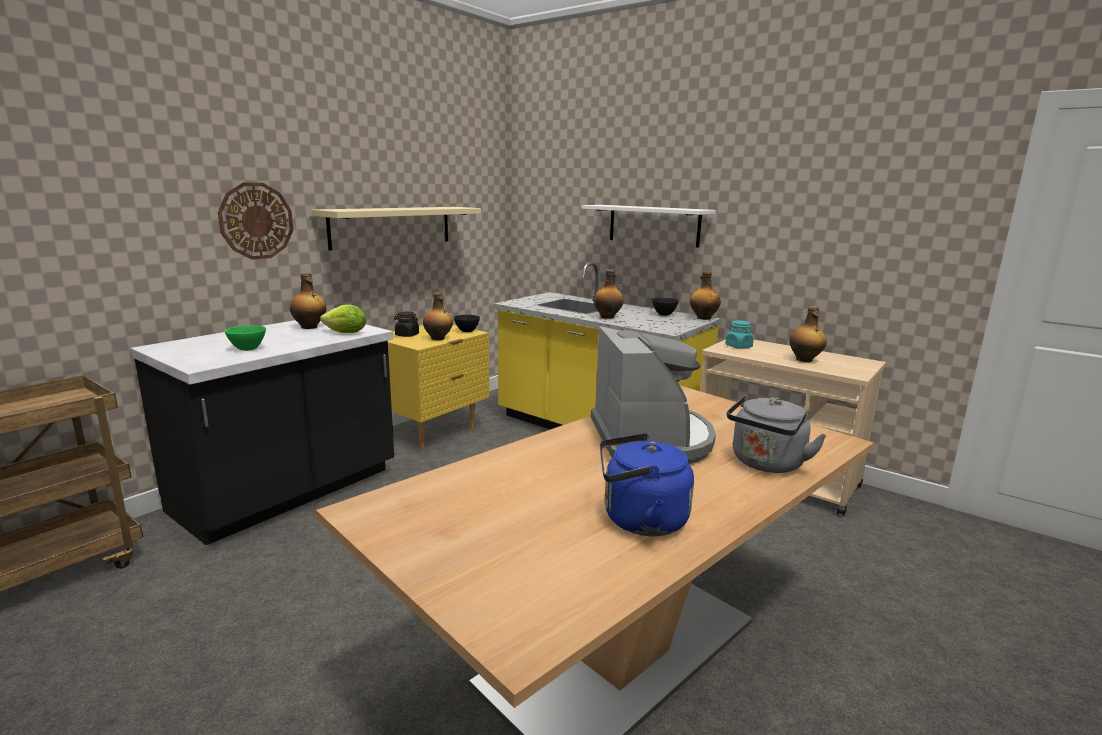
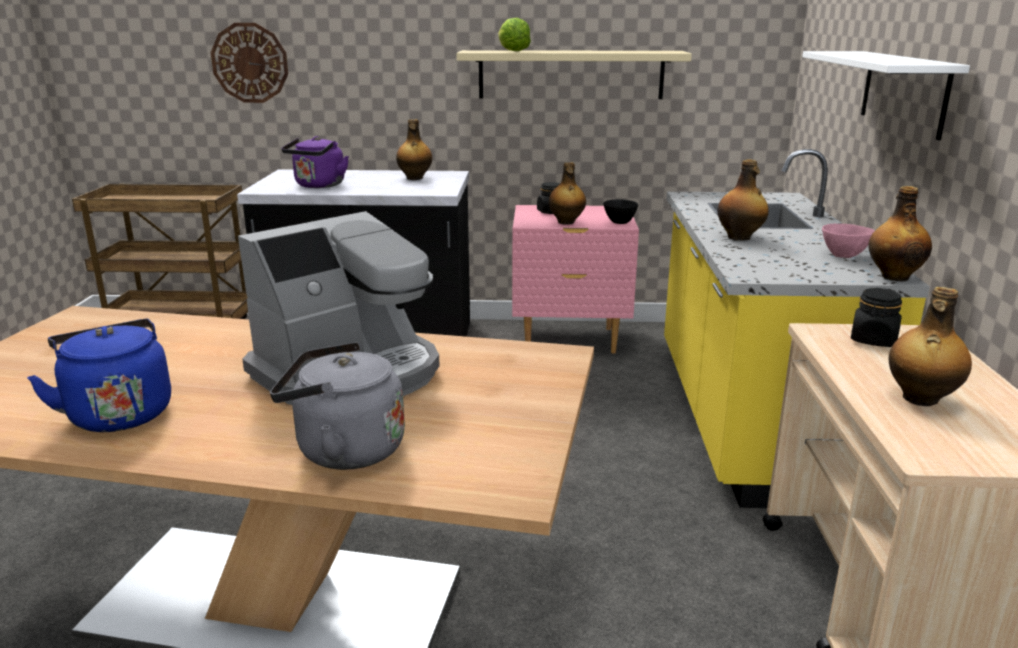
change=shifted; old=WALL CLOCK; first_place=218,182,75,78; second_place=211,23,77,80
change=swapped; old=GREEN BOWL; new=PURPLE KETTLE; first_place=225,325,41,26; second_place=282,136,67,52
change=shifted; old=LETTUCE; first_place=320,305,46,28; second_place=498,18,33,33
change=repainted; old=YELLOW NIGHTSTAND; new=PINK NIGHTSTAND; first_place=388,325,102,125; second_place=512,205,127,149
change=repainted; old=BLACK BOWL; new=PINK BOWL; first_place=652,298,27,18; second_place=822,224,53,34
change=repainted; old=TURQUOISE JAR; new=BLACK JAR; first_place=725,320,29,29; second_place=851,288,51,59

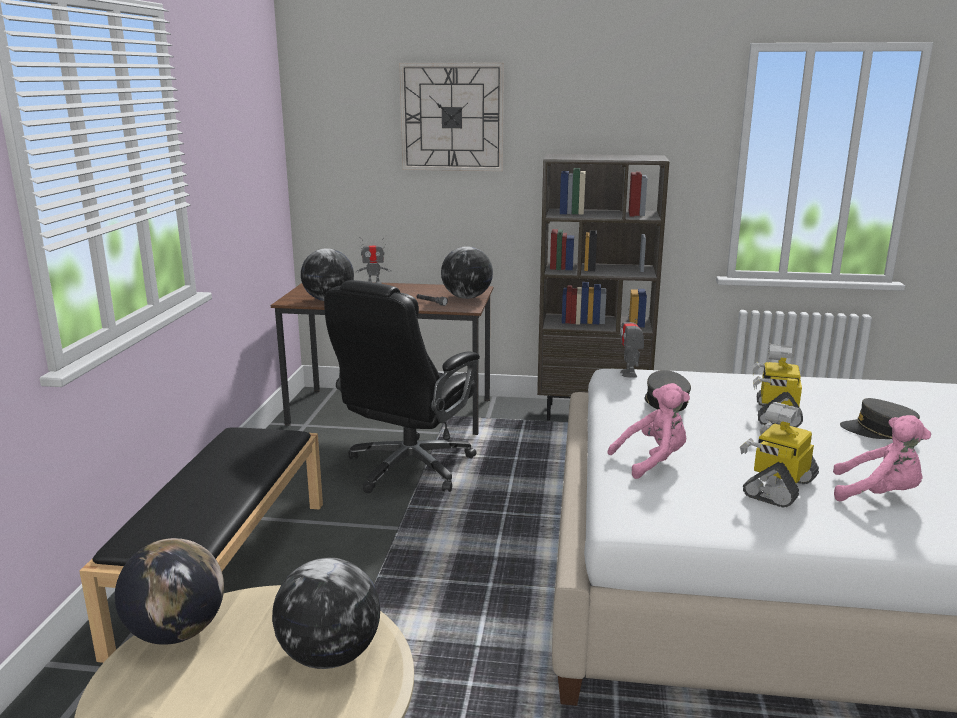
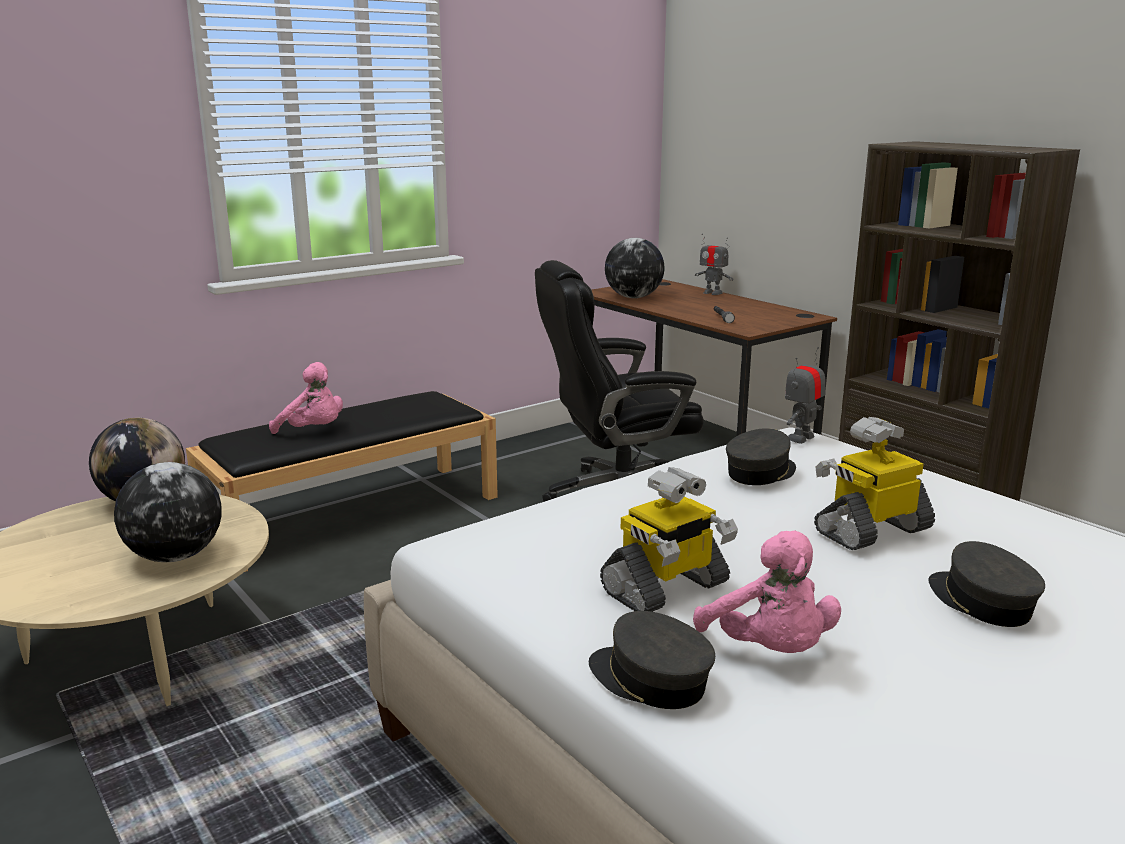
change=shifted; old=PINK PLUSH TOY; first_place=608,383,82,96; second_place=269,362,74,72
change=new; new=GREY CAP; second_place=589,611,126,98
change=rotated; old=TOY ROBOT; first_place=740,402,79,105; second_place=600,467,138,145; degrees=150
change=gone; old=WALL CLOCK; first_place=399,63,105,108
change=gone; old=GLOBE; first_place=441,246,52,53

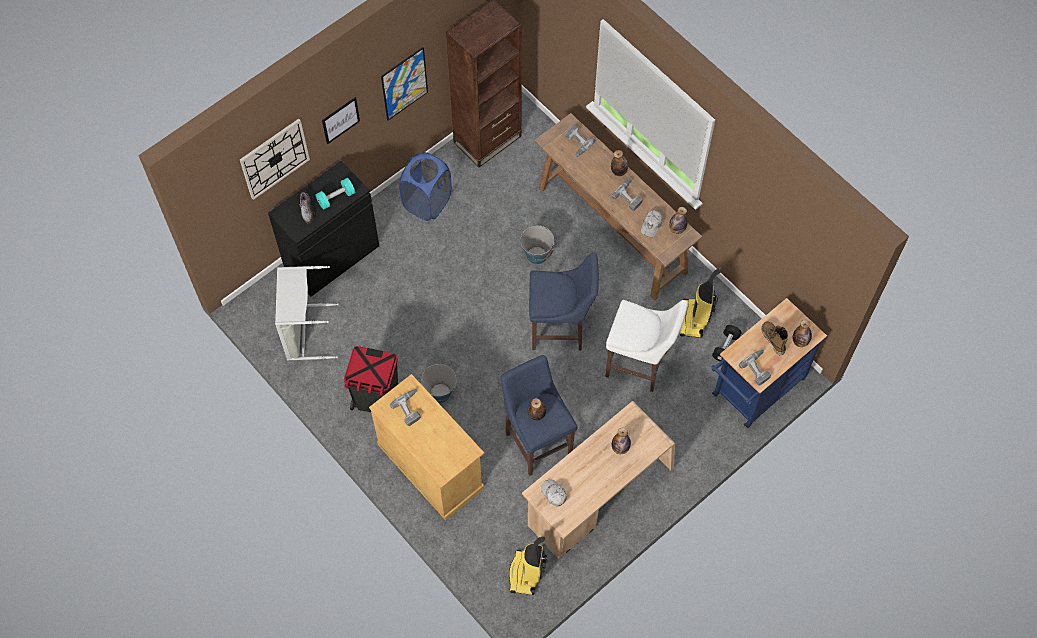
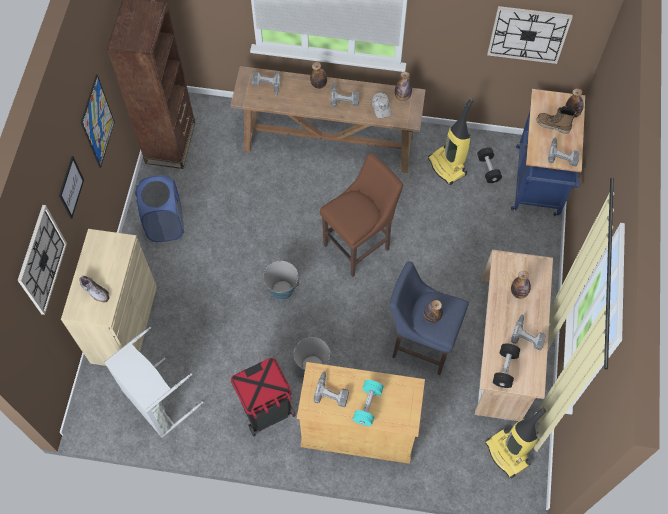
change=repainted; old=BLACK CABINET; new=BEIGE CABINET; first_place=268,161,111,136; second_place=61,229,96,137
change=shifted; old=BUCKET; first_place=520,226,34,39; second_place=263,260,36,40
change=repainted; old=BLUE STOOL; new=BROWN STOOL; first_place=529,253,70,97; second_place=320,153,83,124
change=shifted; old=TURQUOISE DUMBBELL; first_place=315,178,40,32; second_place=353,380,31,46
change=new; new=WALL CLOCK; second_place=487,6,86,58
change=swapped; old=WHITE CAP; new=BLACK DUMBBELL; first_place=541,479,26,28; second_place=493,343,27,45
change=new; new=POWER DRILL; second_place=511,315,35,35
change=gone; old=WHITE STOOL; first_place=605,300,83,92

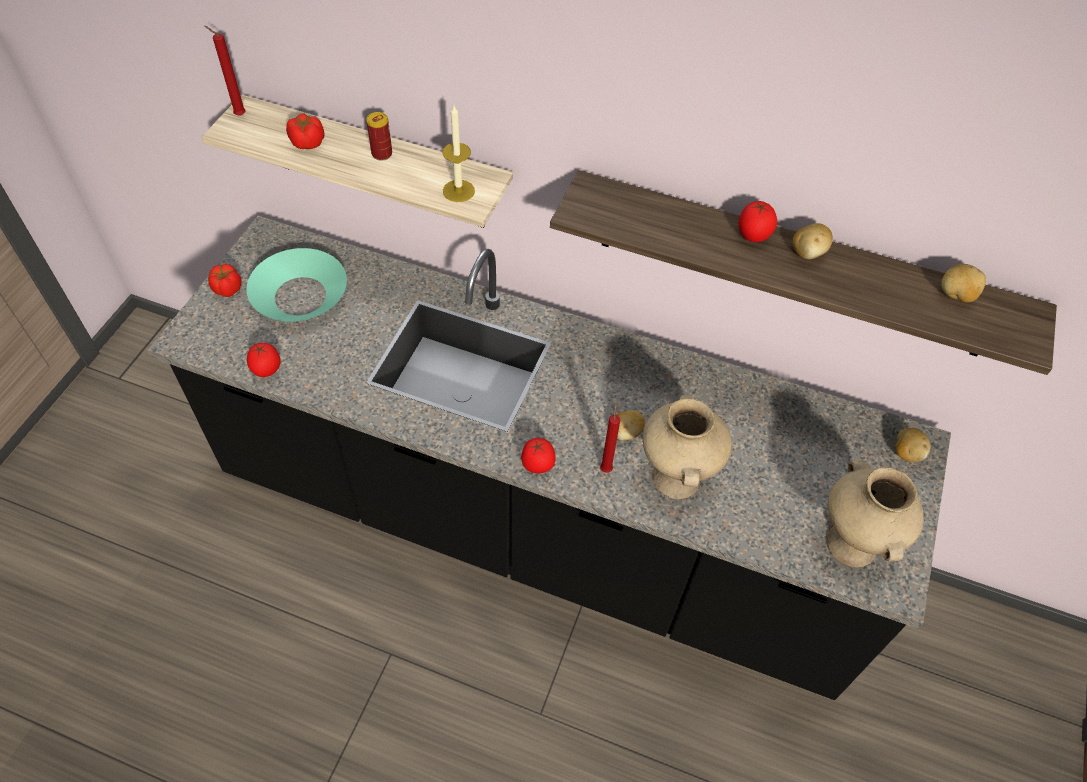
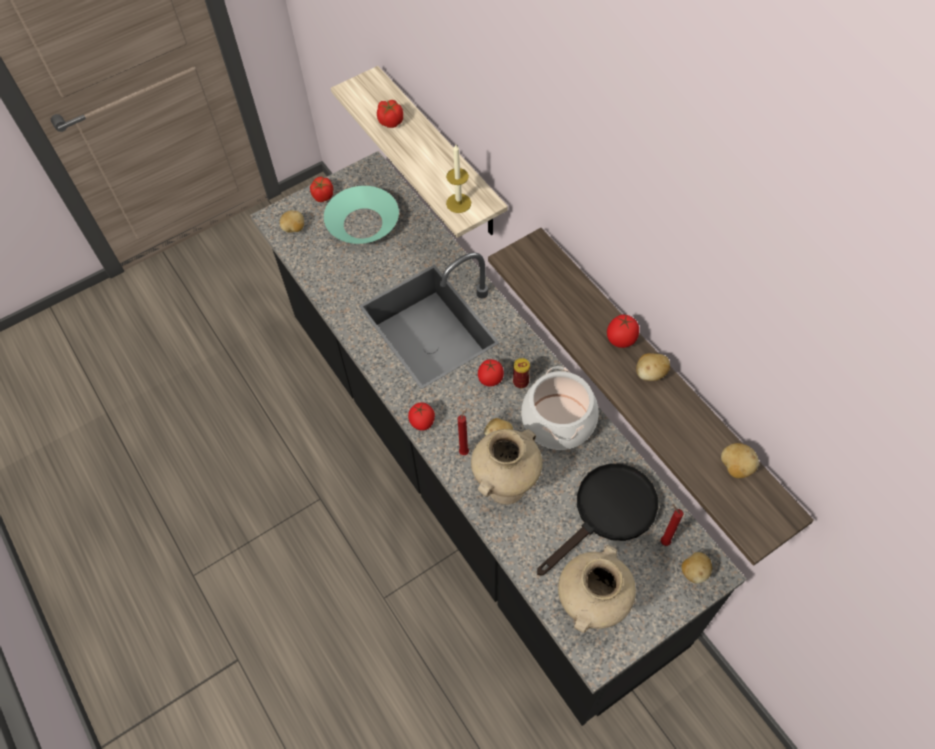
change=new; new=POTATO; second_place=280,210,24,23
change=shifted; old=TOMATO; first_place=247,343,34,34; second_place=478,359,26,28
change=shifted; old=CAN; first_place=366,112,26,49; second_place=513,358,17,30
change=new; new=COOKING POT; second_place=521,366,77,84
change=new; new=BLACK FRYING PAN; second_place=537,463,121,113
change=shifted; old=RED CANDLE; first_place=204,26,42,90; second_place=661,503,23,43

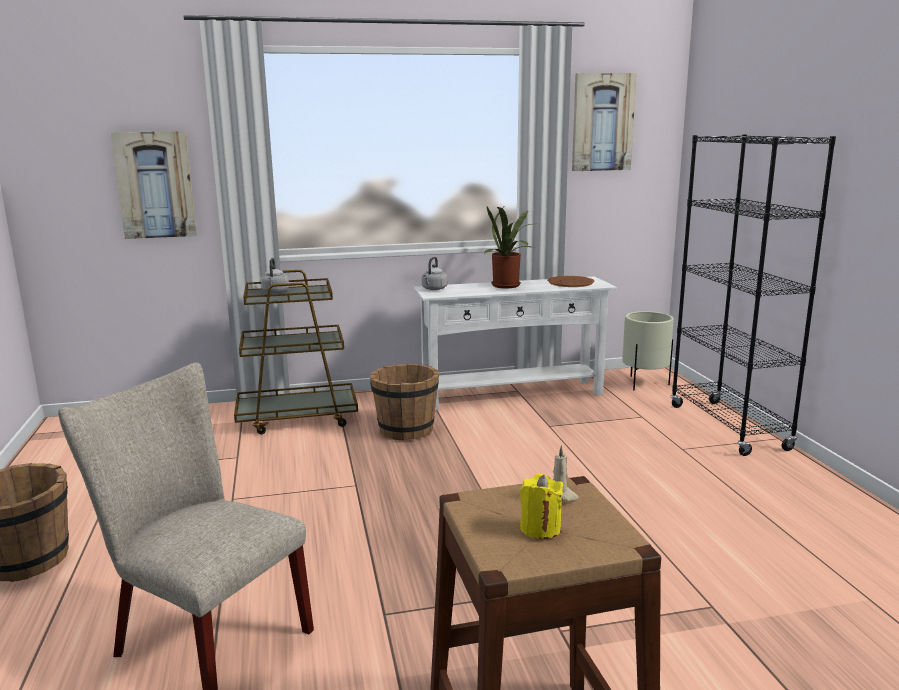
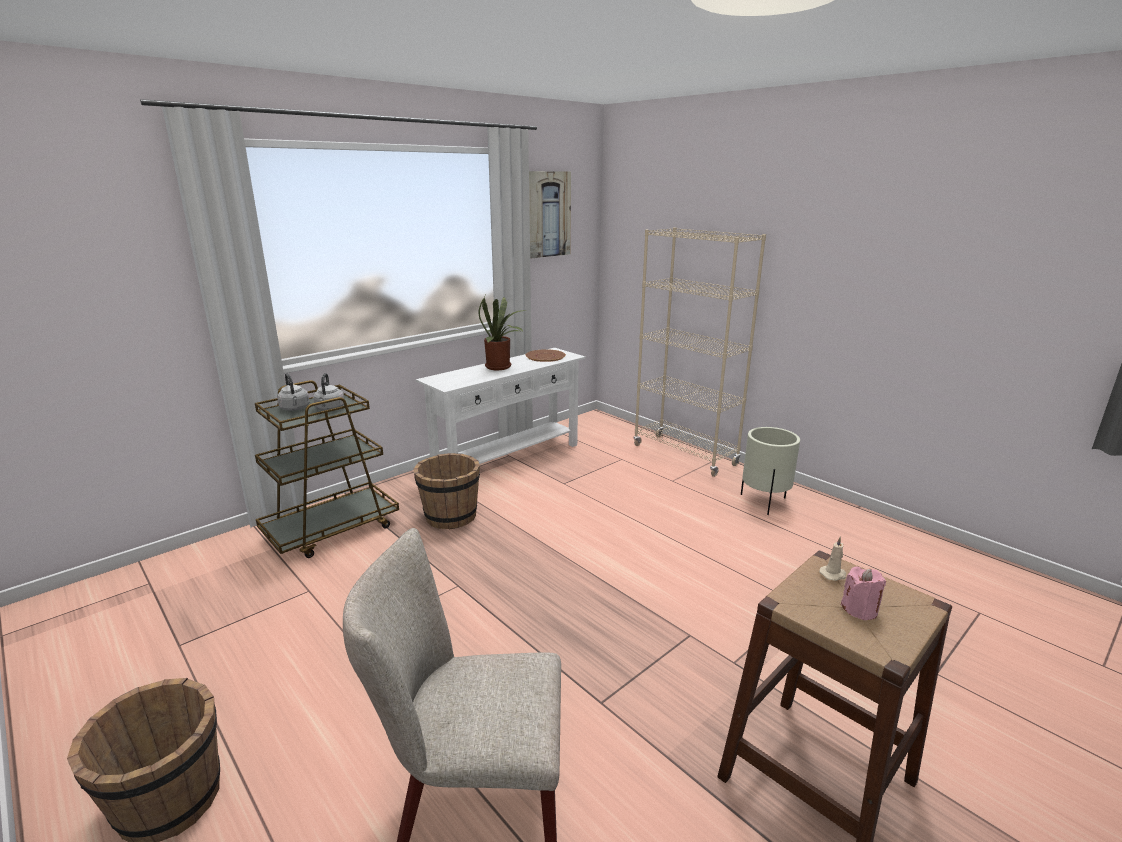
change=shifted; old=GREY KETTLE; first_place=422,257,25,33; second_place=313,373,31,38
change=repainted; old=BLACK BOOKCASE; new=BEIGE BOOKCASE; first_place=670,134,166,322; second_place=634,227,132,250
change=shifted; old=BEIGE PLANTER; first_place=622,311,52,79; second_place=741,427,59,88
change=repainted; old=YELLOW CANDLE; new=PINK CANDLE; first_place=520,474,43,65; second_place=841,567,45,53
change=gone; old=PICTURE; first_place=110,131,87,108

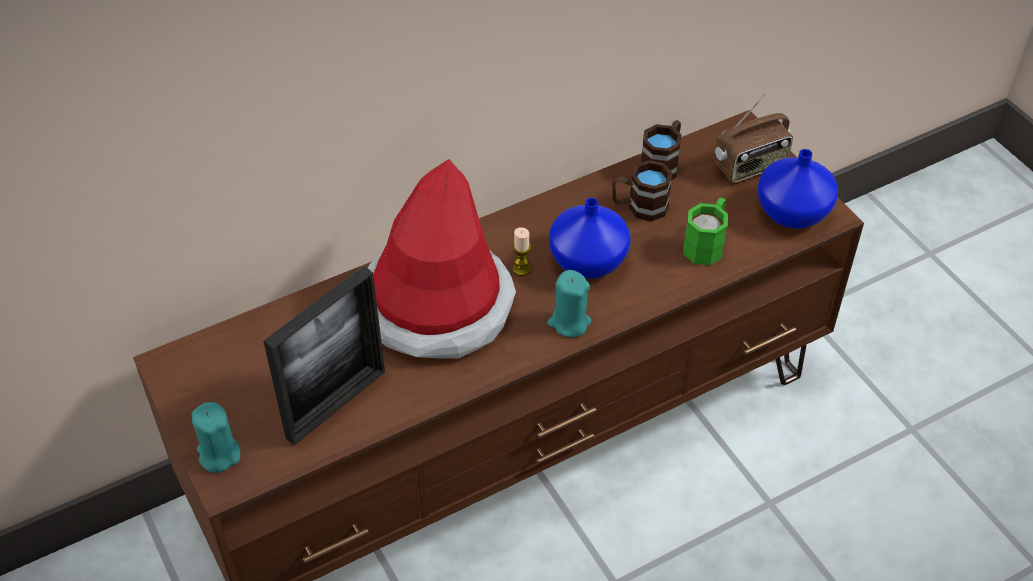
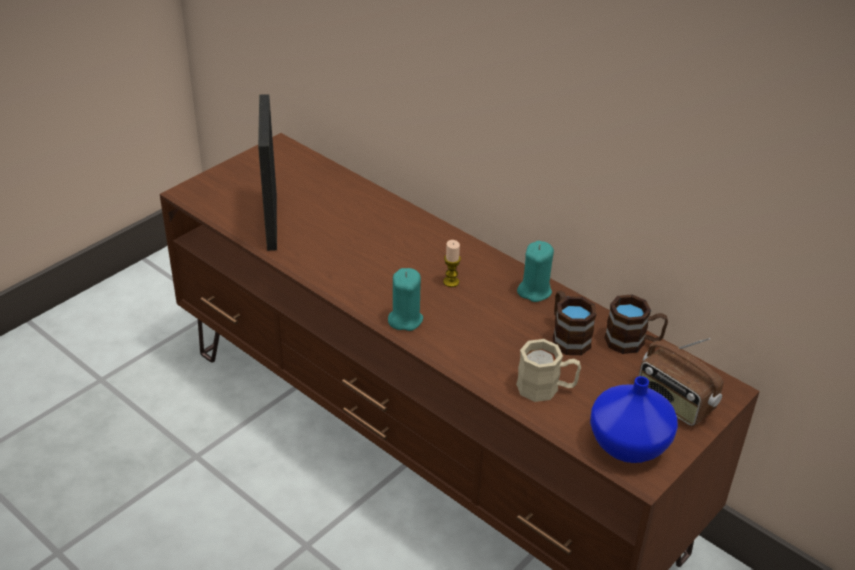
change=rotated; old=PICTURE FRAME; first_place=263,266,122,179; second_place=258,94,19,157; degrees=60
change=repainted; old=GREEN MUG; new=BEIGE MUG; first_place=683,198,45,67; second_place=516,339,65,63
change=shifted; old=TURQUOISE CANDLE; first_place=192,402,48,71; second_place=517,241,37,61
change=gone; old=HAT; first_place=368,159,148,199
change=gone; old=BLUE VASE; first_place=549,198,82,81

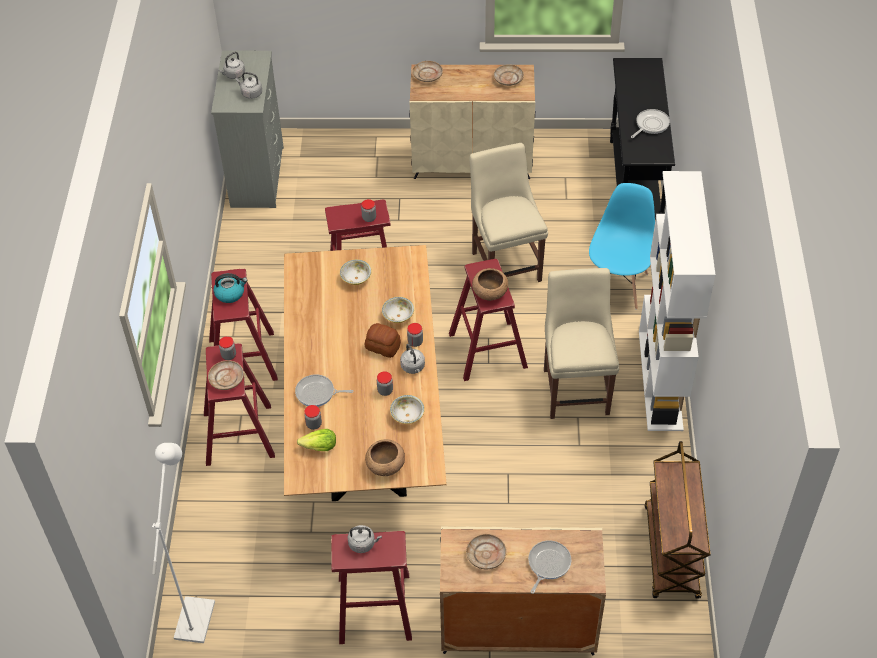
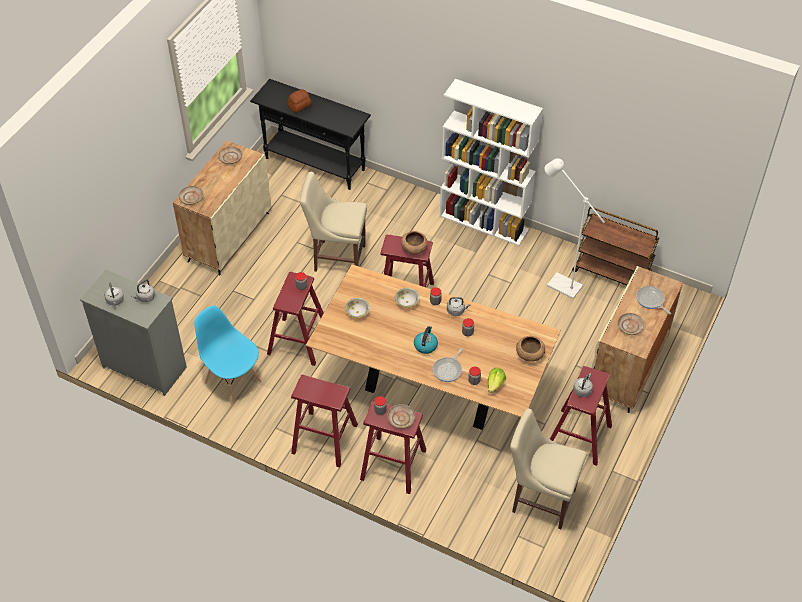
change=shifted; old=BLUE CHAIR; first_place=589,183,66,127; second_place=194,306,68,100
change=shifted; old=BREAD; first_place=365,323,36,35; second_place=287,89,24,24
change=shifted; old=KETTLE; first_place=213,273,34,30; second_place=414,326,24,28
change=shifted; old=BEIGE CHAIR; first_place=544,268,75,151; second_place=510,409,77,120
change=shifted; old=WHITE FLOOR LAMP; first_place=152,443,63,200; second_place=545,158,60,141
change=gone; old=BOWL; first_place=390,395,35,29
change=gone; old=FRYING PAN; first_place=631,109,39,29

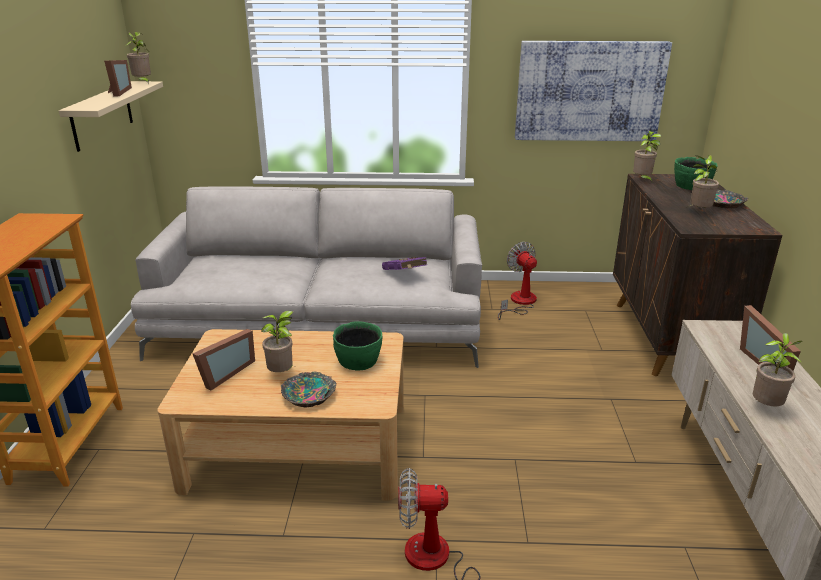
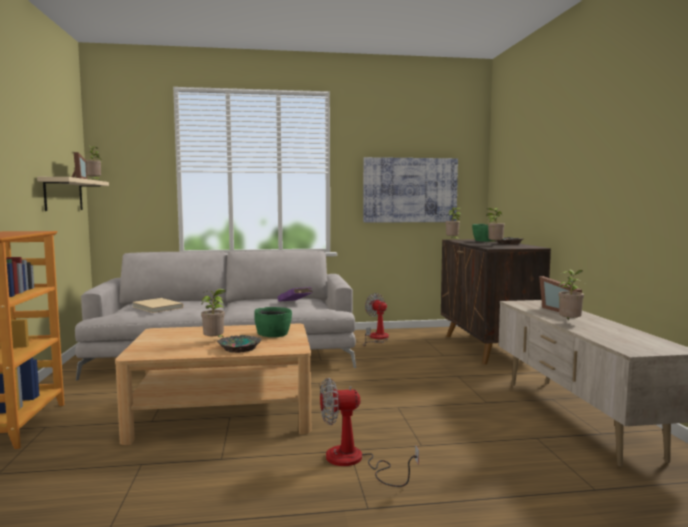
change=new; new=BEIGE BOOK; second_place=133,298,50,15
change=gone; old=PICTURE FRAME; first_place=192,329,63,61

